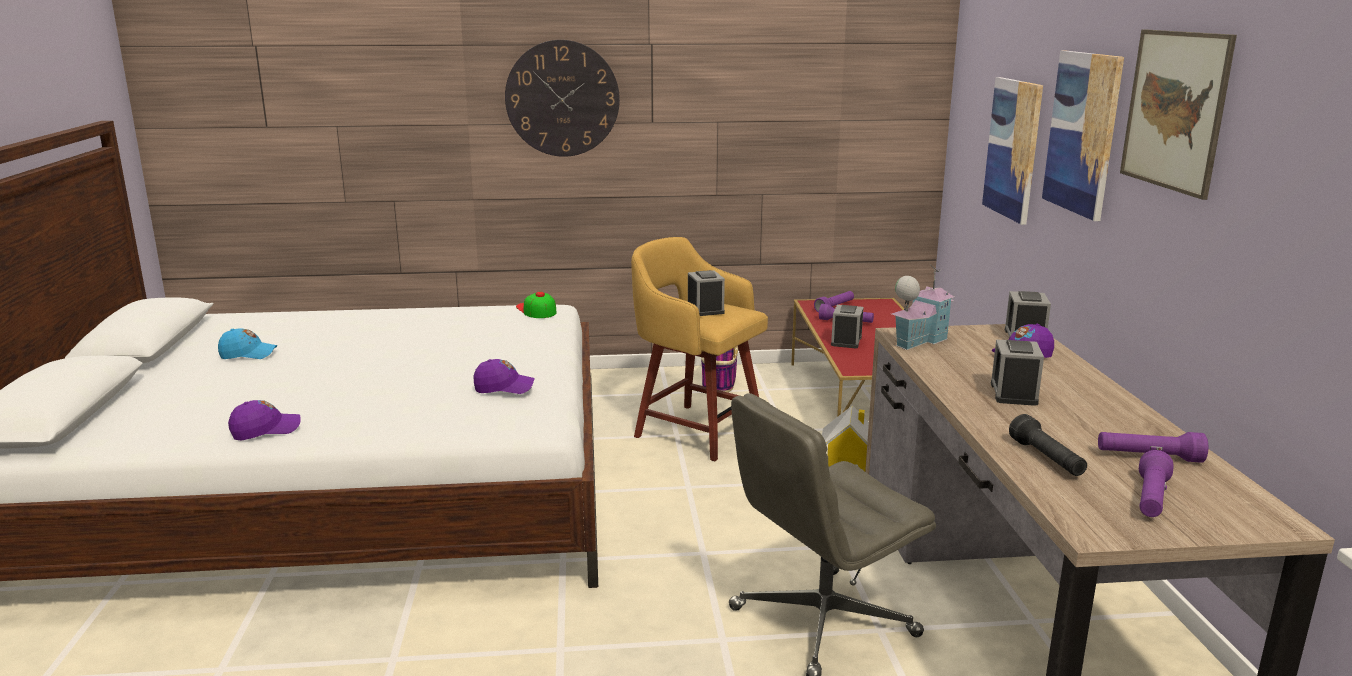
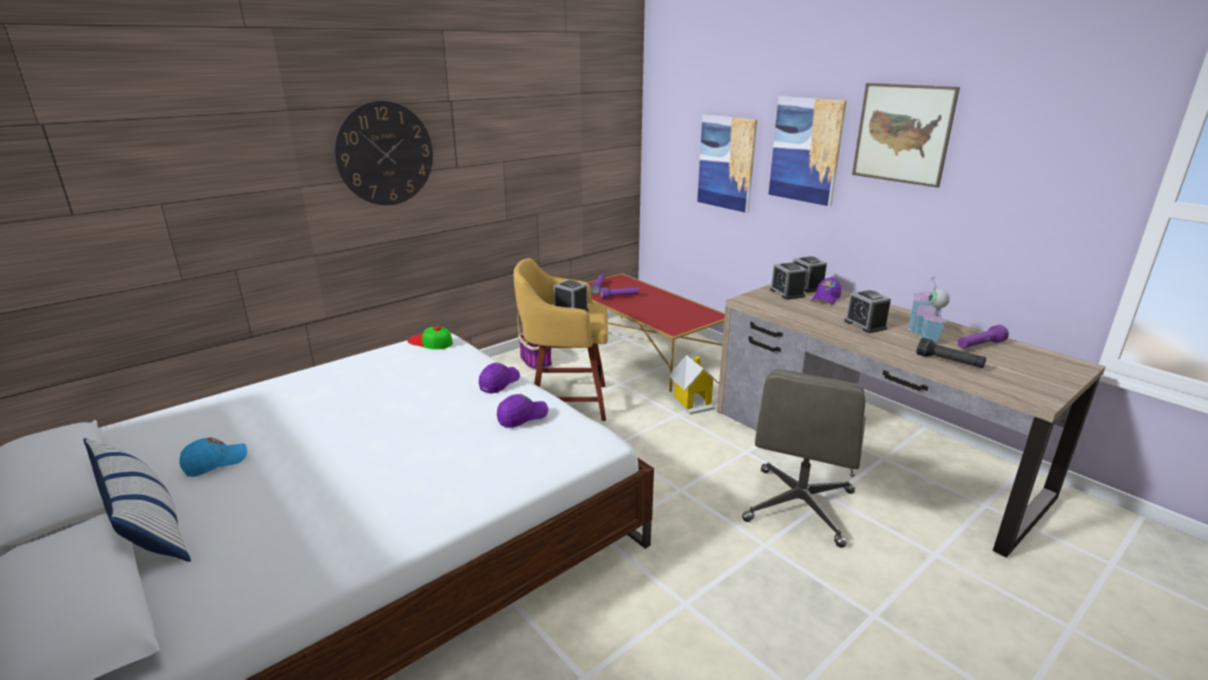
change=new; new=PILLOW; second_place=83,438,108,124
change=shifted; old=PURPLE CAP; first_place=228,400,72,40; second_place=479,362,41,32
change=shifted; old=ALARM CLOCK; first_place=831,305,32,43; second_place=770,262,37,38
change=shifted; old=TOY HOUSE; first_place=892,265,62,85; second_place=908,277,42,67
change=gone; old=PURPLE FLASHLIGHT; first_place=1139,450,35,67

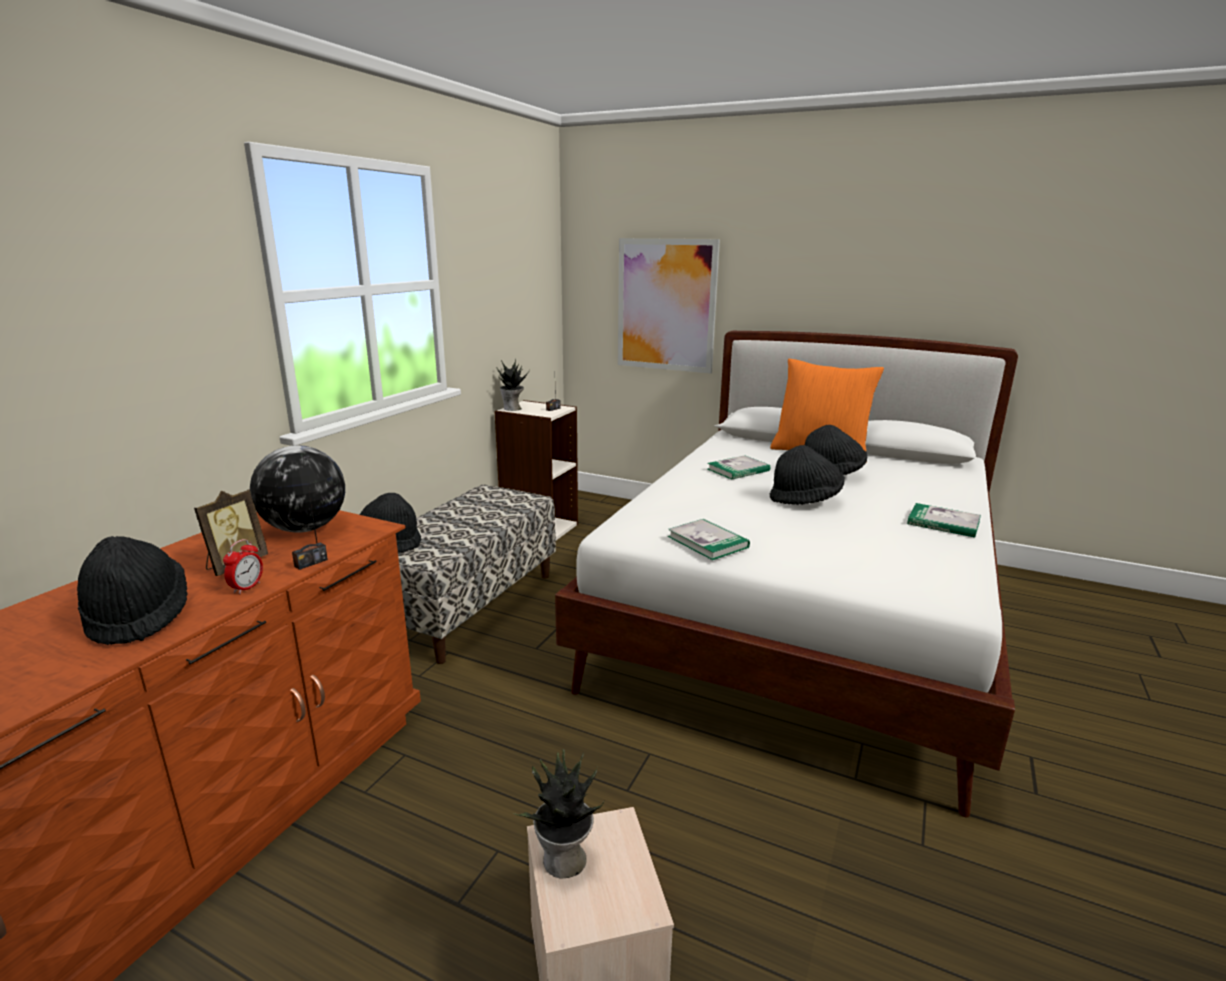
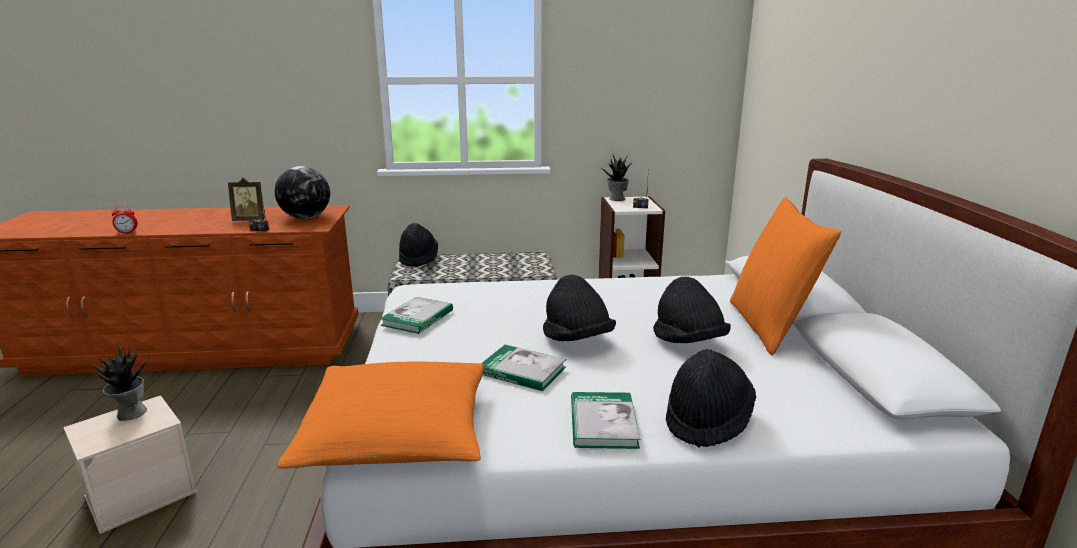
change=shifted; old=ALARM CLOCK; first_place=223,539,40,55; second_place=112,206,26,28
change=new; new=ORANGE PILLOW; second_place=277,362,207,107
change=shifted; old=BOOK; first_place=707,455,63,25; second_place=481,345,85,46
change=shifted; old=BLACK HAT; first_place=77,536,110,109; second_place=666,349,90,98
change=gone; old=PICTURE; first_place=618,238,102,135

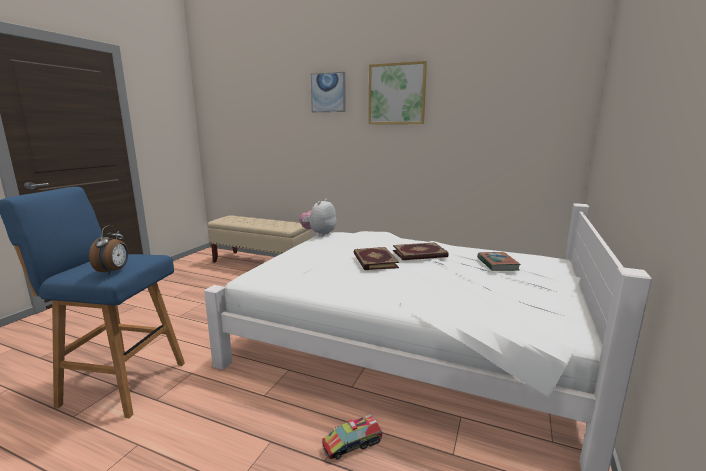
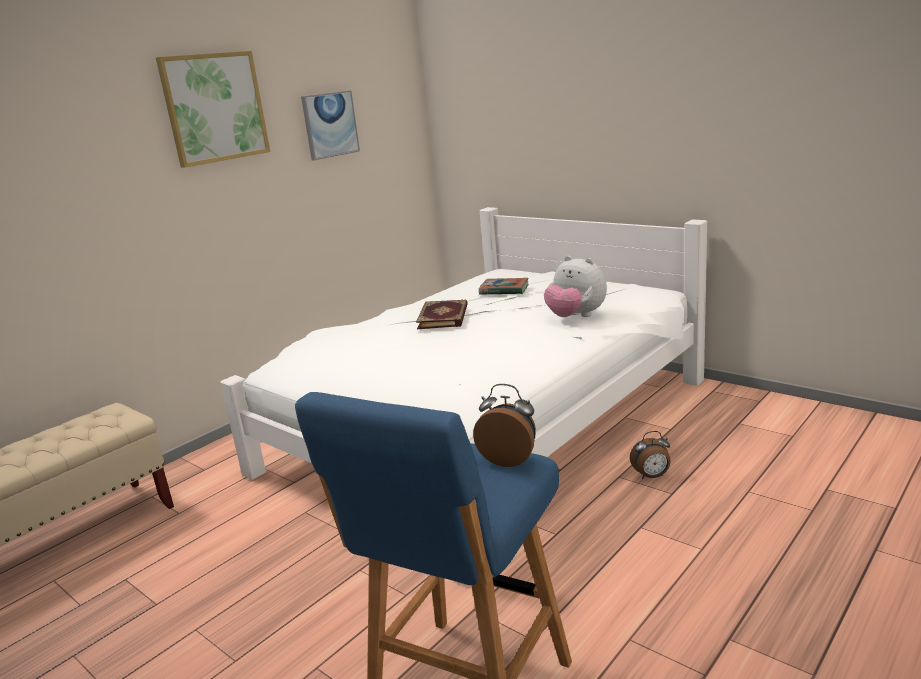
change=shifted; old=PICTURE; first_place=311,72,35,40; second_place=301,90,59,71
change=shifted; old=PLUSH TOY; first_place=299,199,38,38; second_place=544,256,63,61
change=swapped; old=TOY TRUCK; new=ALARM CLOCK; first_place=322,414,60,46; second_place=630,431,41,48
change=gone; old=BOOK; first_place=354,247,45,23

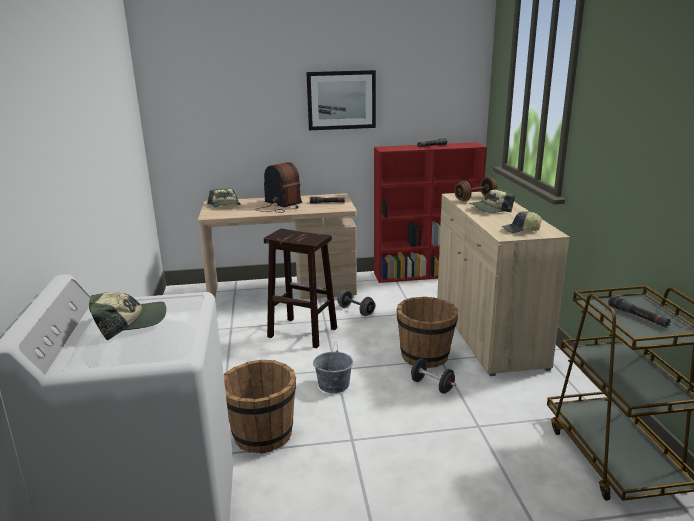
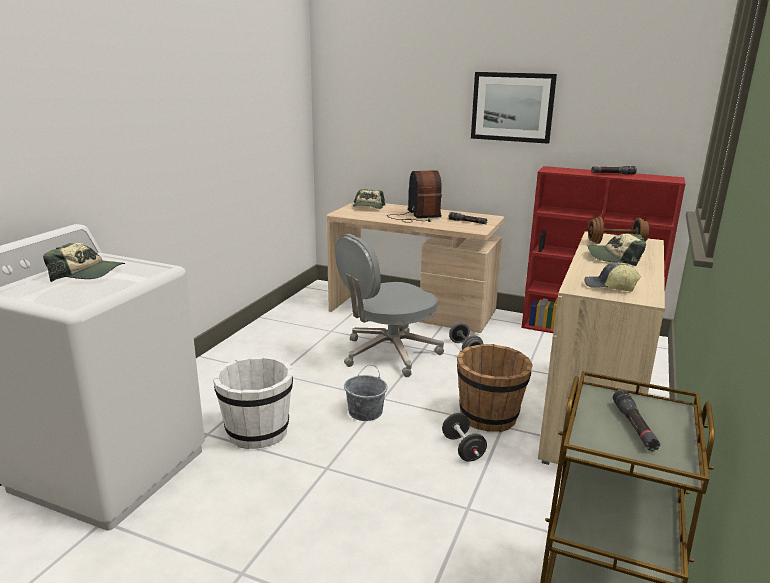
change=repainted; old=BROWN BUCKET; new=WHITE BUCKET; first_place=224,360,72,94; second_place=213,356,80,93
change=swapped; old=BROWN STOOL; new=GREY OFFICE CHAIR; first_place=264,229,73,119; second_place=335,234,109,143

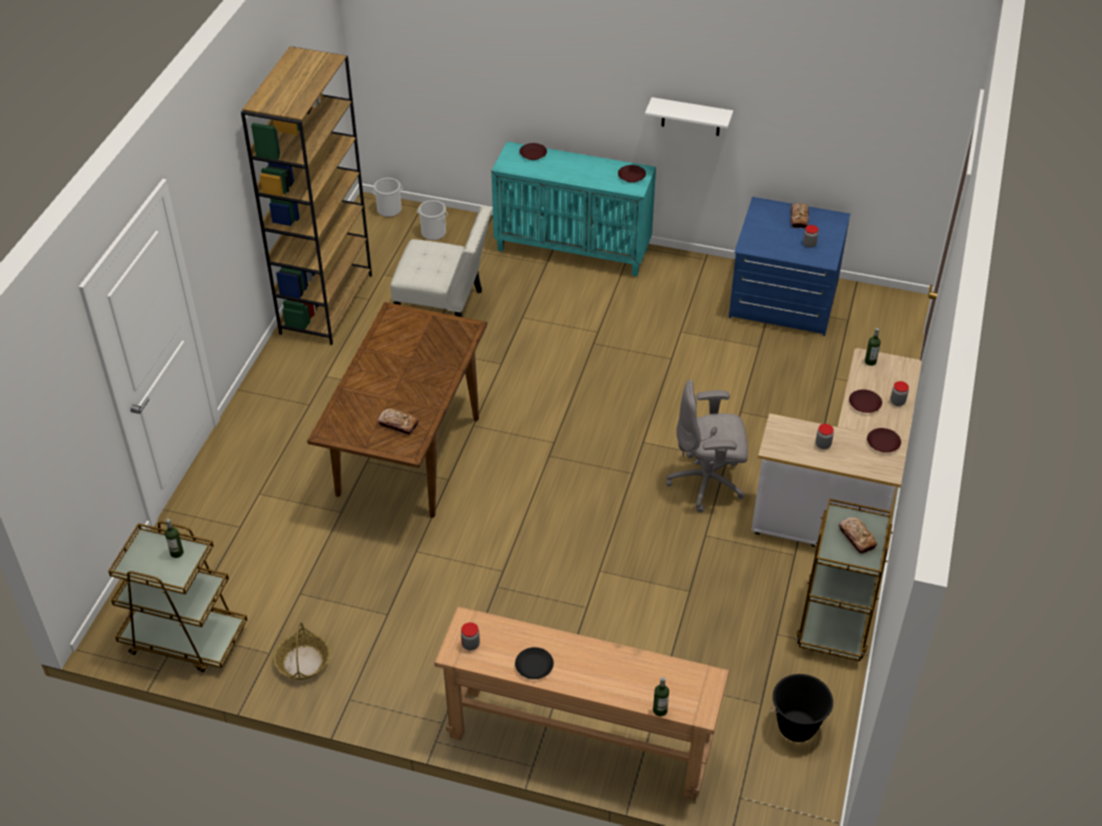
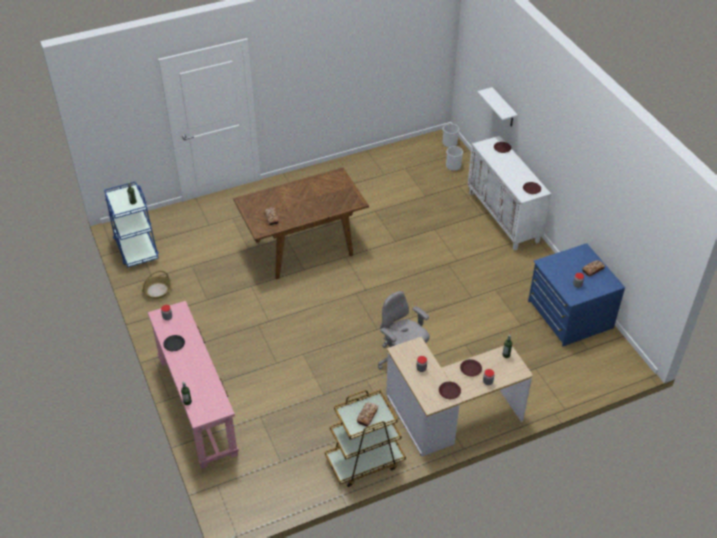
change=repainted; old=BROWN CART; new=BLUE CART; first_place=108,521,139,151; second_place=104,181,55,86
change=repainted; old=BROWN CONSOLE TABLE; new=PINK CONSOLE TABLE; first_place=434,606,295,194; second_place=148,301,91,168
change=repainted; old=TURQUOISE CABINET; new=WHITE CABINET; first_place=491,141,165,136; second_place=468,136,83,115
change=shifted; old=WHITE SHELF; first_place=645,97,88,39; second_place=478,87,40,40
change=gone; old=BROWN BOOKCASE; first_place=241,46,131,299
change=gone; old=WHITE CHAIR; first_place=391,205,101,112
change=gone; old=BLACK BUCKET; first_place=771,674,62,68

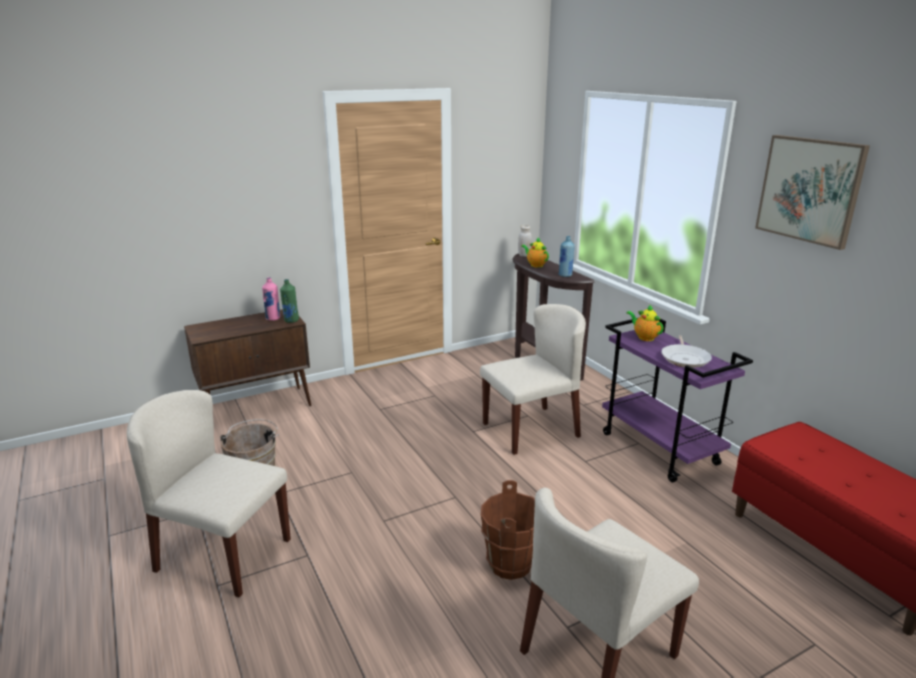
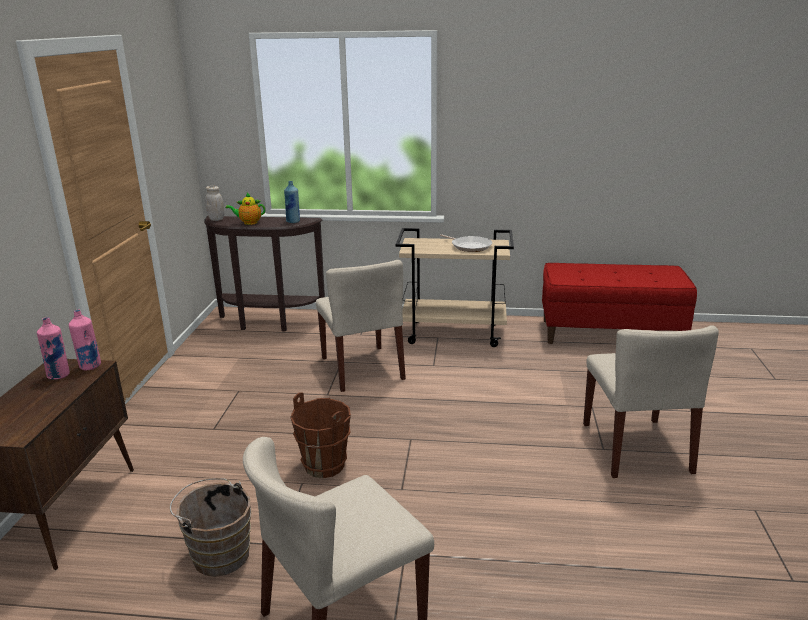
change=repainted; old=GREEN BOTTLE; new=PINK BOTTLE; first_place=280,279,19,44; second_place=69,310,32,60
change=shifted; old=BROWN BUCKET; first_place=481,480,54,100; second_place=290,392,61,86
change=rotated; old=BEIGE CHAIR; first_place=480,304,106,151; second_place=316,260,90,132; degrees=150
change=repainted; old=PURPLE CART; new=BEIGE CART; first_place=602,319,151,163; second_place=395,228,119,119
change=gone; old=TEAPOT; first_place=627,305,37,36
change=gone; old=PICTURE; first_place=755,135,115,115

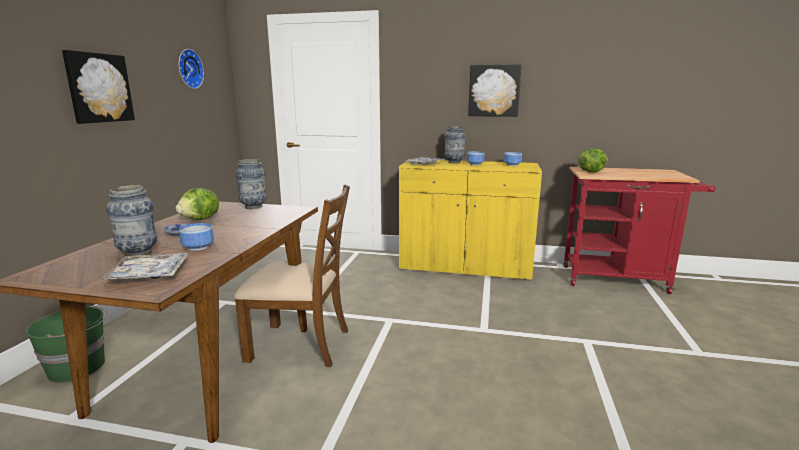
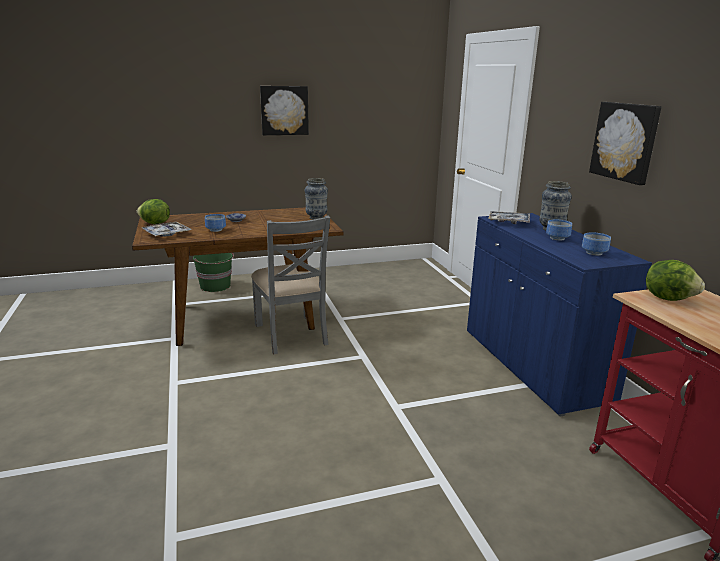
change=shifted; old=LETTUCE; first_place=176,188,43,32; second_place=137,199,33,25
change=repainted; old=BROWN CHAIR; new=GREY CHAIR; first_place=234,185,116,182; second_place=251,215,79,139
change=repainted; old=YELLOW CABINET; new=BLUE CABINET; first_place=399,160,143,121; second_place=467,213,185,203
change=gone; old=VASE; first_place=106,185,51,71
change=gone; old=WALL CLOCK; first_place=178,49,26,40

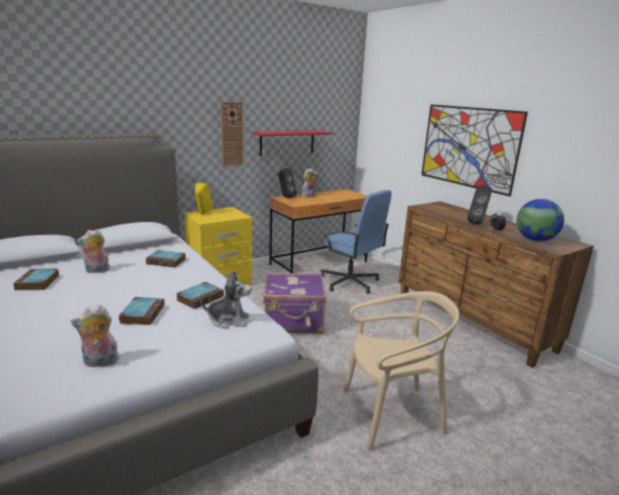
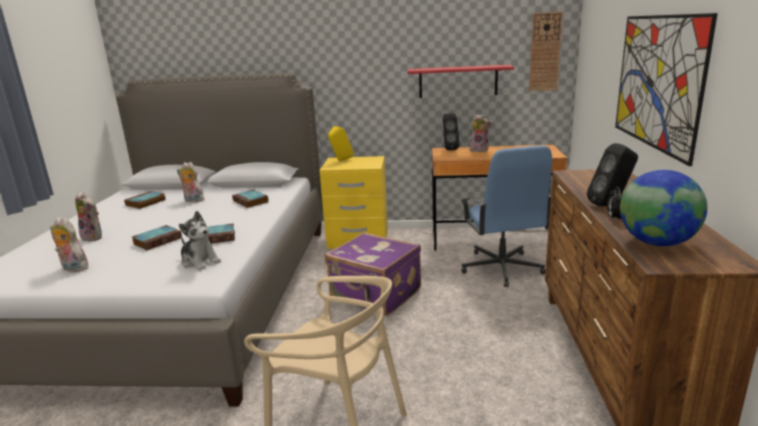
change=new; new=PLUSH TOY; second_place=75,192,27,49
change=shifted; old=WALL CLOCK; first_place=220,101,24,66; second_place=529,11,34,80

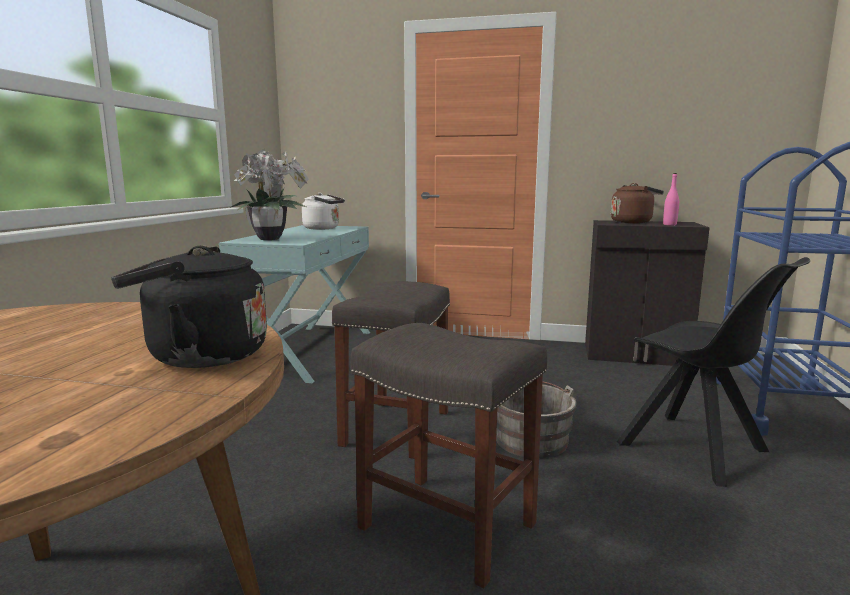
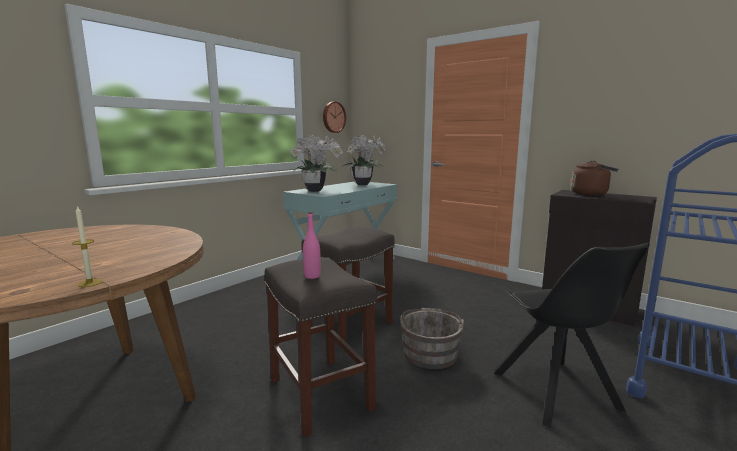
change=new; new=CANDLE; second_place=72,205,31,82
change=shifted; old=PINK BOTTLE; first_place=663,173,16,52; second_place=303,212,18,67
change=new; new=WALL CLOCK; second_place=323,101,23,32
change=swapped; old=WHITE KETTLE; new=POTTED PLANT; first_place=302,193,43,37; second_place=341,134,45,51
change=gone; old=BLACK KETTLE; first_place=111,246,156,122

